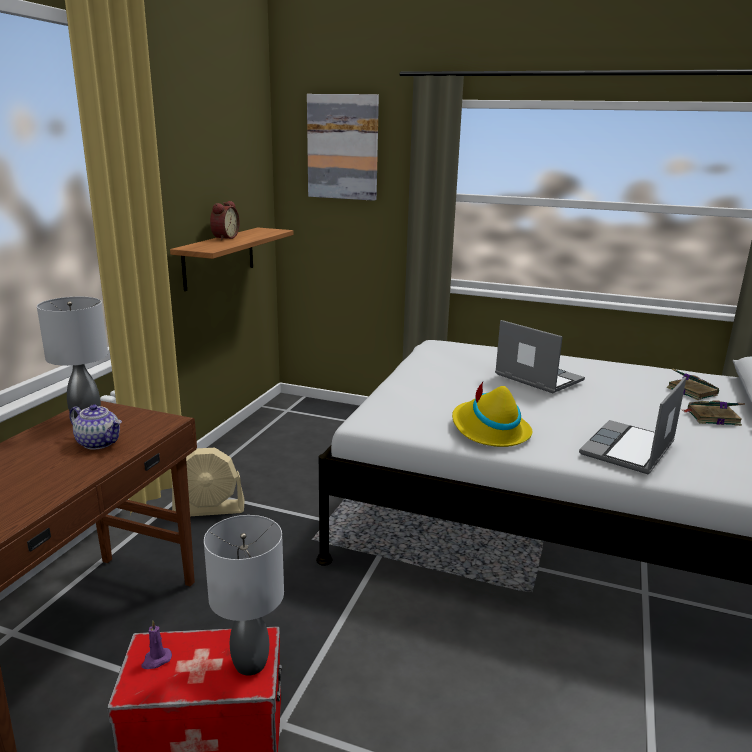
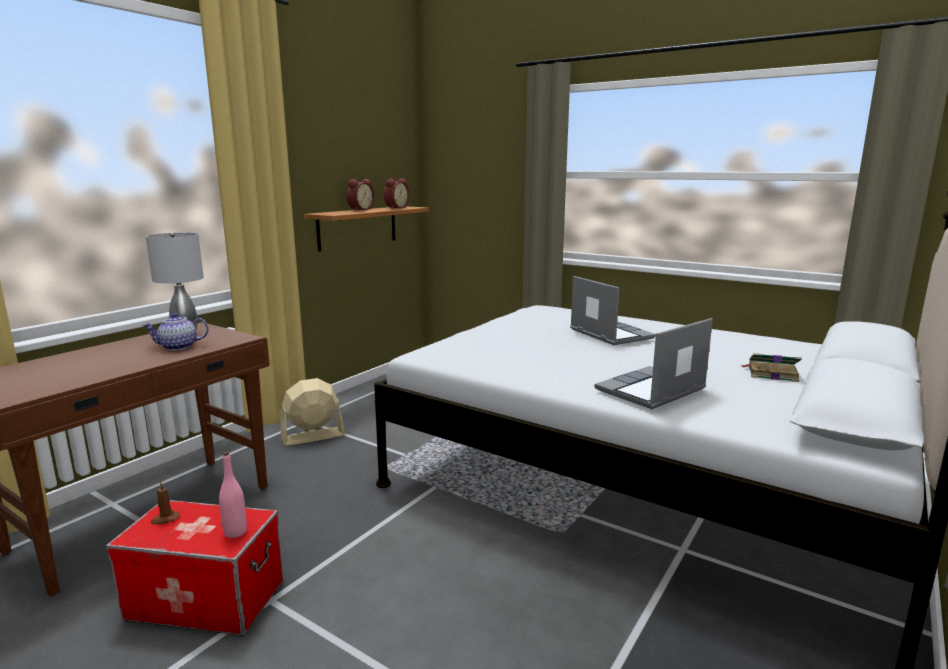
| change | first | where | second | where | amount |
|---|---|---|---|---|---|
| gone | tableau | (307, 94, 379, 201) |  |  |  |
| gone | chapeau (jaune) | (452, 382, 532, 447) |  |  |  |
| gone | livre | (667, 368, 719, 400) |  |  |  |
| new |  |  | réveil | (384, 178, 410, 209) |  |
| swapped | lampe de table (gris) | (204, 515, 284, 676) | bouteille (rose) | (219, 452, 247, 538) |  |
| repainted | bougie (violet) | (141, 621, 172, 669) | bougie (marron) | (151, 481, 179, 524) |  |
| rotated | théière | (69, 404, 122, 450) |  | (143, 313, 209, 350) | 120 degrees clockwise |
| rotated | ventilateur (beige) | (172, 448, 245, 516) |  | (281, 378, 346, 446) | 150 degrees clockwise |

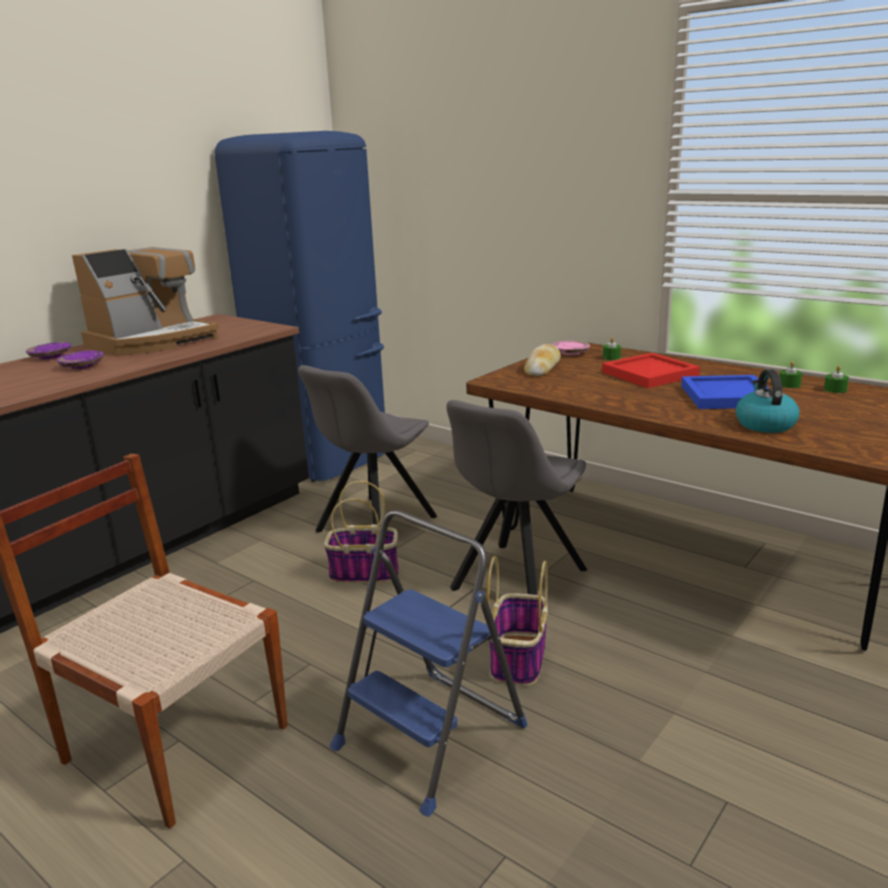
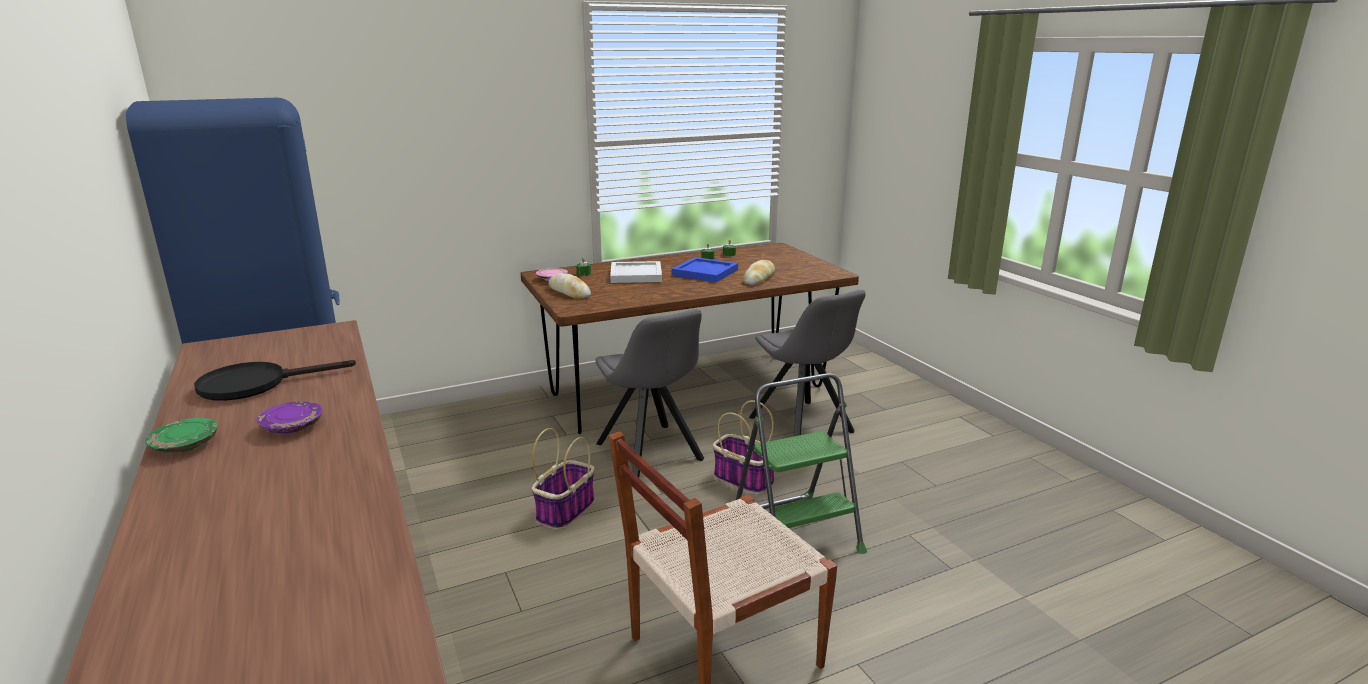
| change | first | where | second | where | amount |
|---|---|---|---|---|---|
| shifted | chaise (gris) | (298, 365, 437, 532) |  | (749, 290, 866, 436) |  |
| swapped | machine à café | (72, 247, 219, 356) | poêle (noir) | (194, 360, 356, 401) |  |
| swapped | bouilloire | (736, 369, 800, 433) | pain | (743, 260, 775, 285) |  |
| repainted | assiette (violet) | (26, 342, 71, 360) | assiette (vert) | (145, 418, 218, 453) |  |
| repainted | escabeau (bleu) | (330, 510, 527, 817) | escabeau (vert) | (736, 373, 867, 554) |  |
| repainted | plateau (rouge) | (602, 353, 700, 388) | plateau (blanc) | (610, 261, 662, 283) |  |

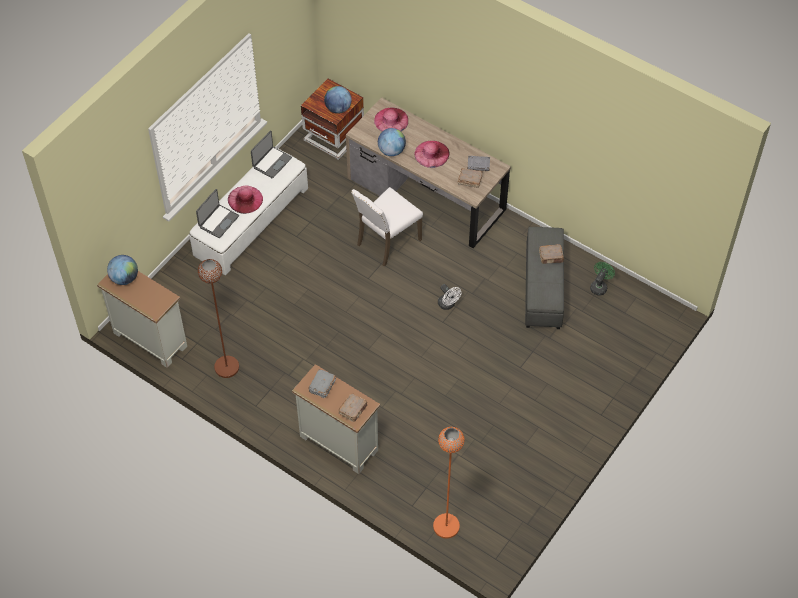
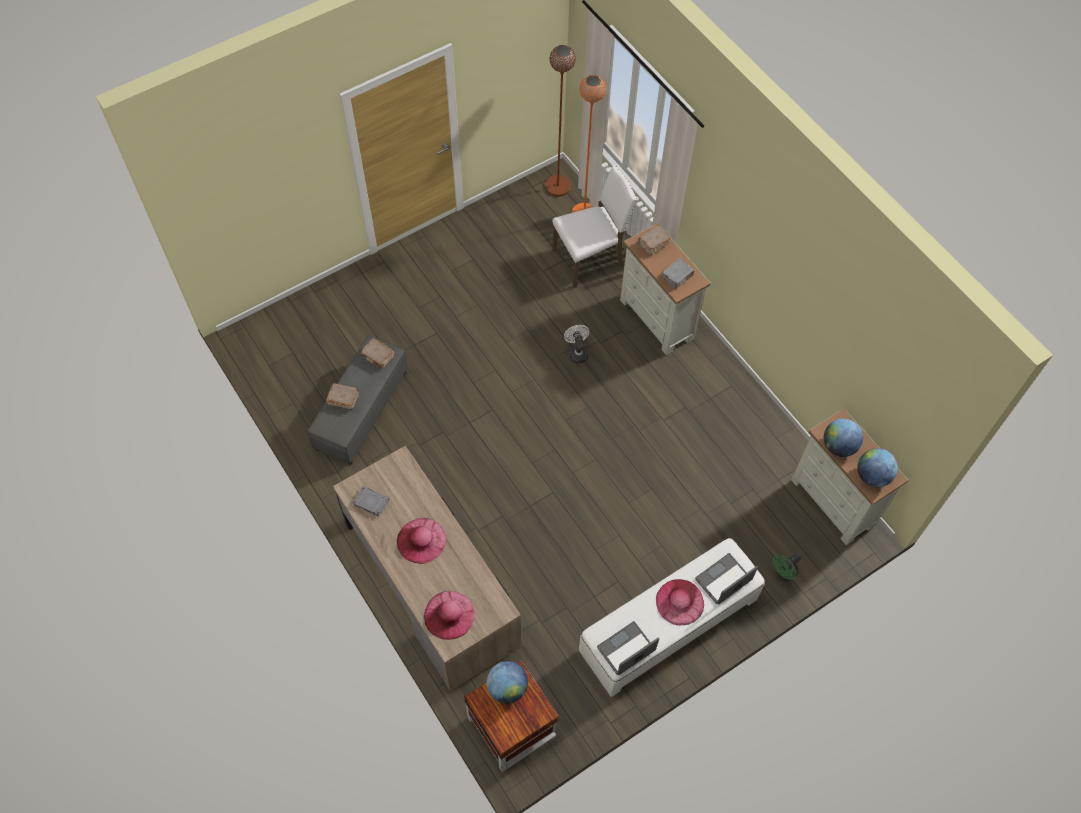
| change | first | where | second | where | amount |
|---|---|---|---|---|---|
| shifted | lampadaire (marron) | (198, 259, 239, 378) |  | (545, 45, 576, 197) |  |
| shifted | chaise (blanc) | (351, 187, 423, 267) |  | (552, 165, 638, 288) |  |
| shifted | globe | (378, 128, 406, 156) |  | (824, 419, 863, 457) |  |
| shifted | ventilateur (blanc) | (438, 284, 462, 310) |  | (564, 325, 589, 364) |  |
| shifted | livre (marron) | (458, 168, 483, 188) |  | (360, 338, 394, 369) |  |
| shifted | ventilateur (vert) | (590, 262, 615, 296) |  | (773, 552, 801, 581) |  |

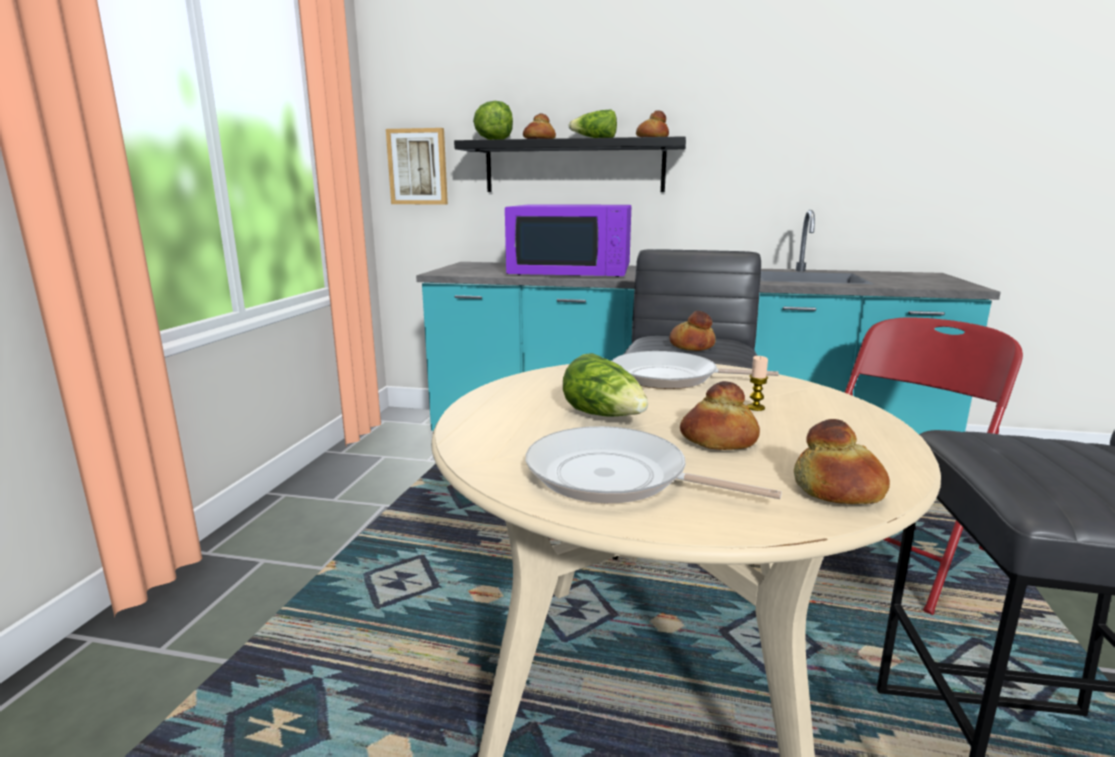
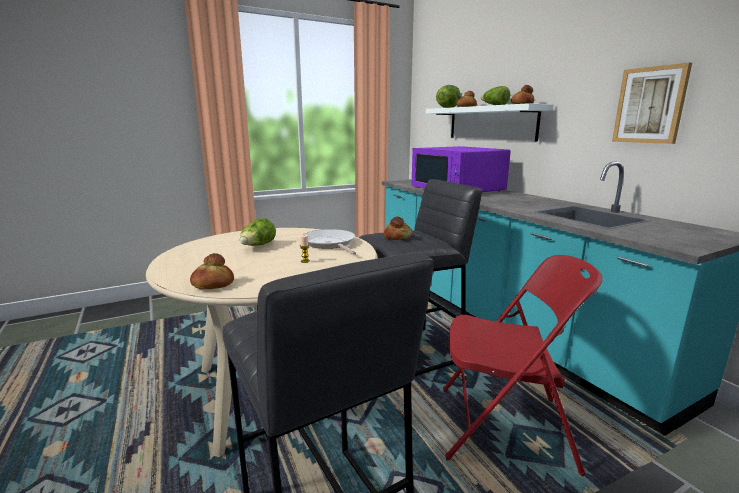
| change | first | where | second | where | amount |
|---|---|---|---|---|---|
| gone | poêle | (526, 426, 782, 503) |  |  |  |
| gone | pain | (680, 381, 760, 450) |  |  |  |
| shifted | tableau | (386, 128, 448, 205) |  | (612, 63, 692, 144) |  |
| repainted | étagère (noir) | (454, 136, 686, 192) | étagère (blanc) | (426, 103, 553, 142) |  |

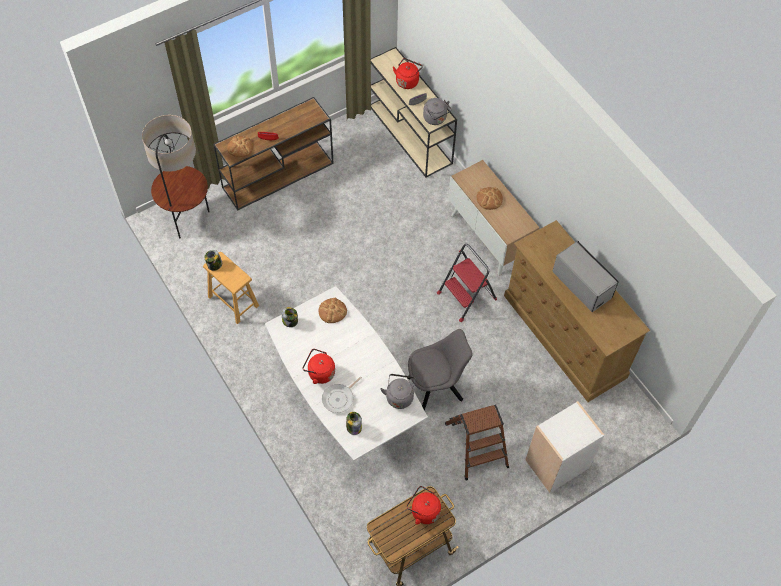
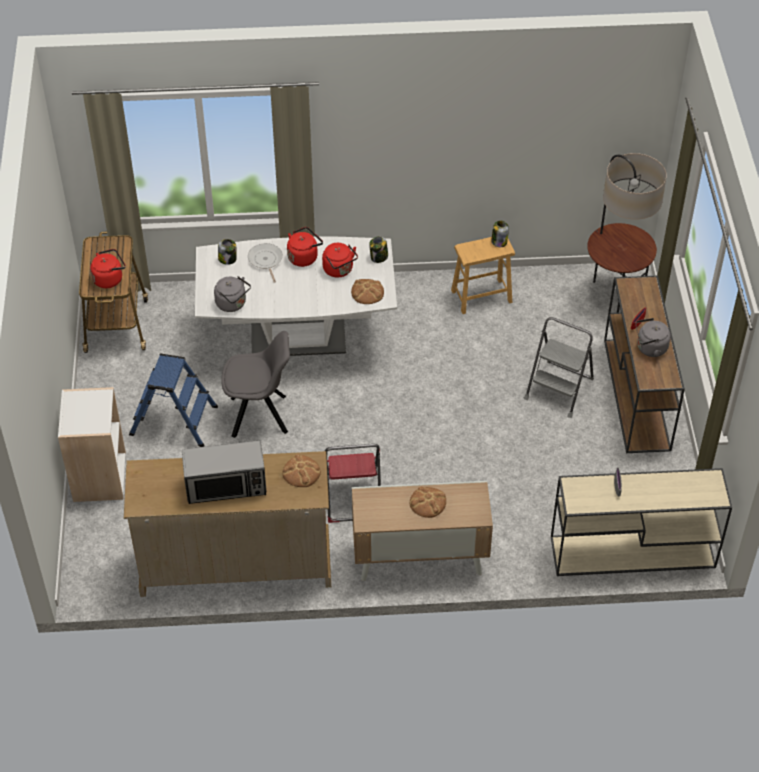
| change | first | where | second | where | amount |
|---|---|---|---|---|---|
| new |  |  | escabeau (gris) | (524, 317, 594, 418) |  |
| shifted | pain | (227, 136, 253, 157) |  | (282, 454, 321, 487) |  |
| shifted | bouilloire (rouge) | (393, 58, 423, 89) |  | (322, 243, 358, 278) |  |
| shifted | bouilloire (gris) | (423, 98, 452, 125) |  | (635, 318, 671, 357) |  |
| repainted | escabeau (marron) | (445, 404, 509, 481) | escabeau (bleu) | (129, 353, 218, 447) |  |
| rotated | chaise (gris) | (407, 329, 472, 411) |  | (221, 331, 290, 438) | 105 degrees counterclockwise |

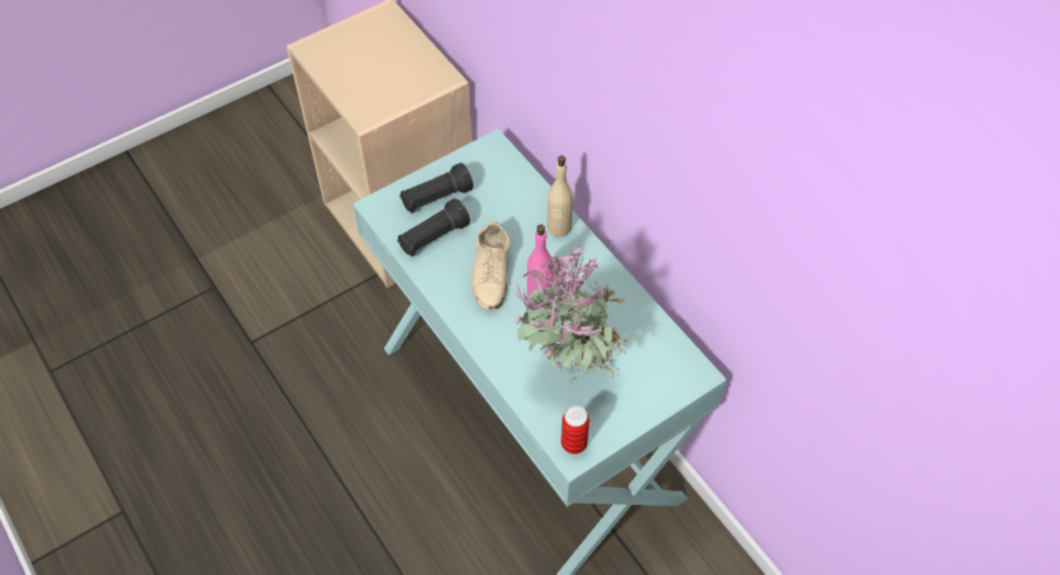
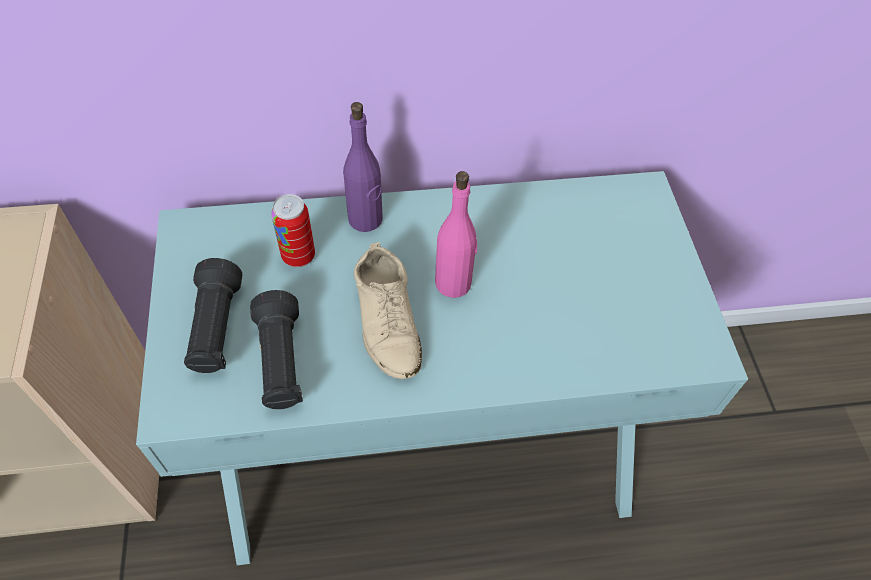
| change | first | where | second | where | amount |
|---|---|---|---|---|---|
| gone | plante en pot | (513, 246, 628, 382) |  |  |  |
| shifted | boîte métallique | (561, 406, 589, 454) |  | (271, 194, 315, 267) |  |
| repainted | bouteille (beige) | (547, 155, 573, 237) | bouteille (violet) | (343, 102, 383, 232) |  |
| rotated | chaussure (beige) | (471, 221, 510, 310) |  | (354, 242, 422, 379) | 45 degrees clockwise |

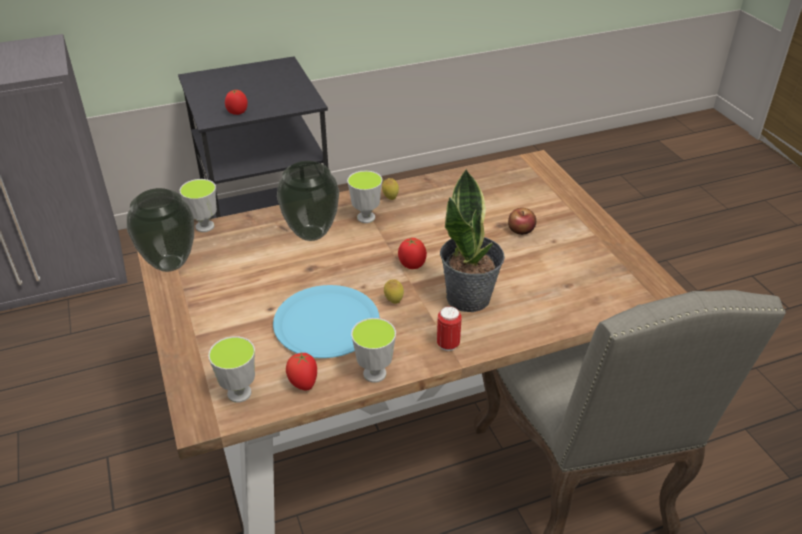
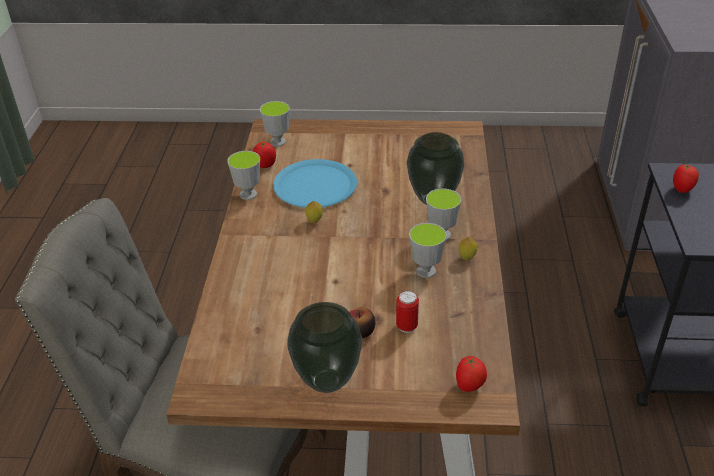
| change | first | where | second | where | amount |
|---|---|---|---|---|---|
| gone | plante en pot | (440, 168, 505, 312) |  |  |  |
| shifted | vase | (127, 188, 194, 272) |  | (287, 302, 362, 393) |  |
| shifted | tasse | (179, 179, 217, 232) |  | (409, 223, 446, 278) |  |
| shifted | tomate | (398, 238, 427, 269) |  | (456, 356, 487, 392) |  |
| shifted | boîte métallique | (437, 306, 462, 351) |  | (396, 291, 419, 333) |  |

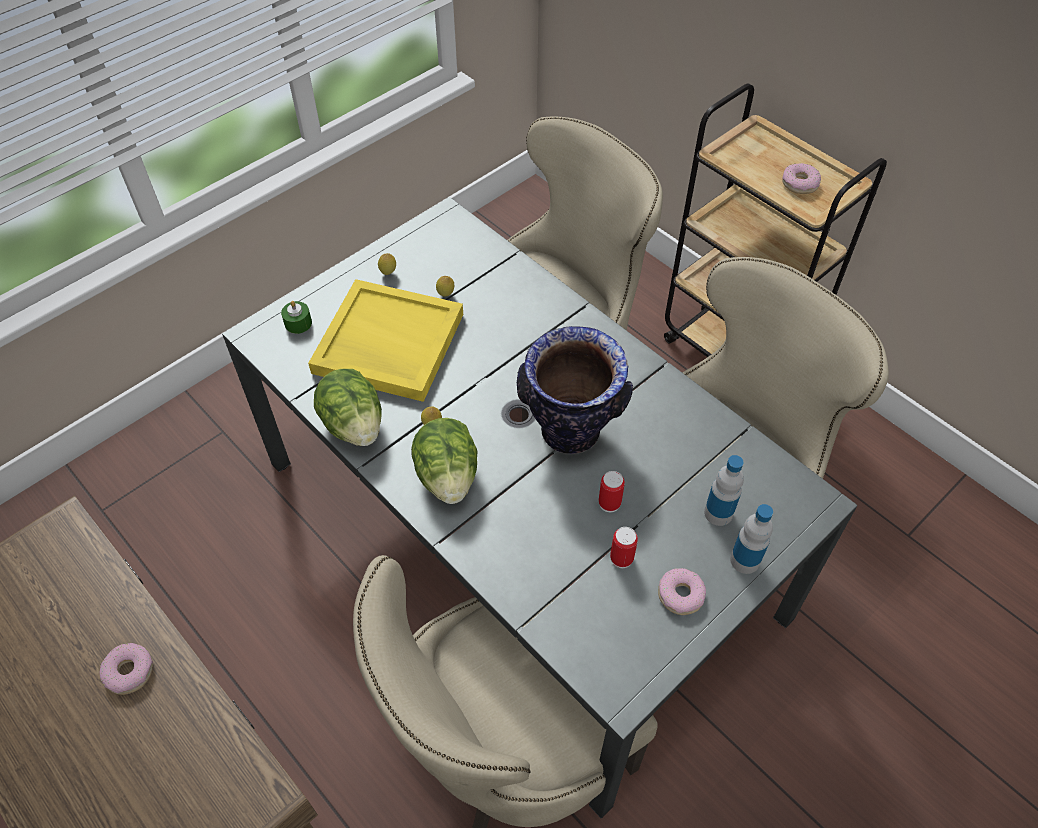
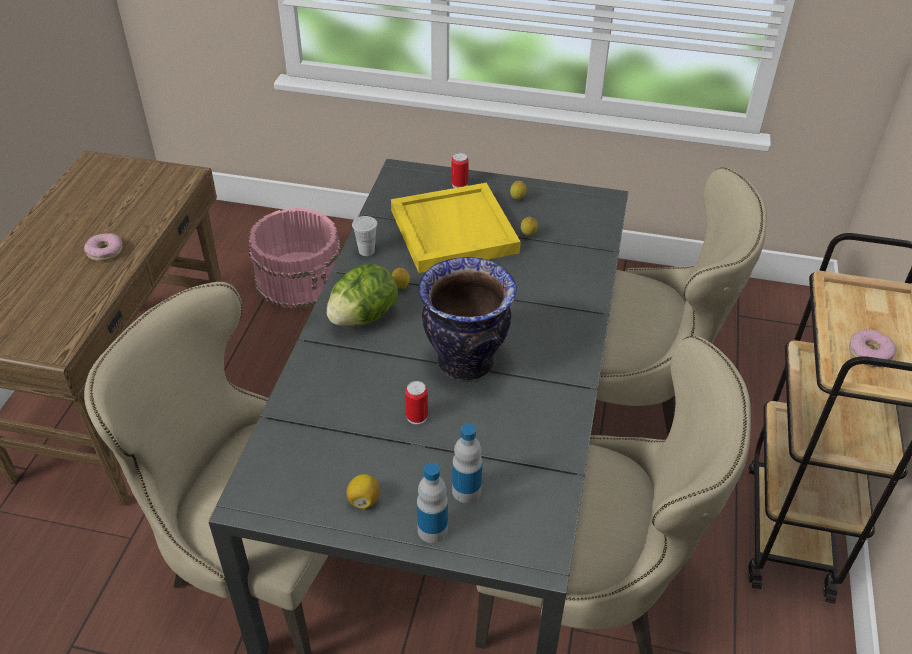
| change | first | where | second | where | amount |
|---|---|---|---|---|---|
| gone | bougie (vert) | (281, 301, 312, 334) |  |  |  |
| new |  |  | seau (rose) | (249, 208, 341, 309) |  |
| shifted | boîte métallique | (610, 527, 638, 568) |  | (451, 153, 469, 188) |  |
| swapped | laitue | (314, 369, 382, 446) | tasse (blanc) | (352, 216, 378, 256) |  |
| swapped | beignet | (658, 568, 706, 615) | citron | (346, 474, 380, 509) |  |

